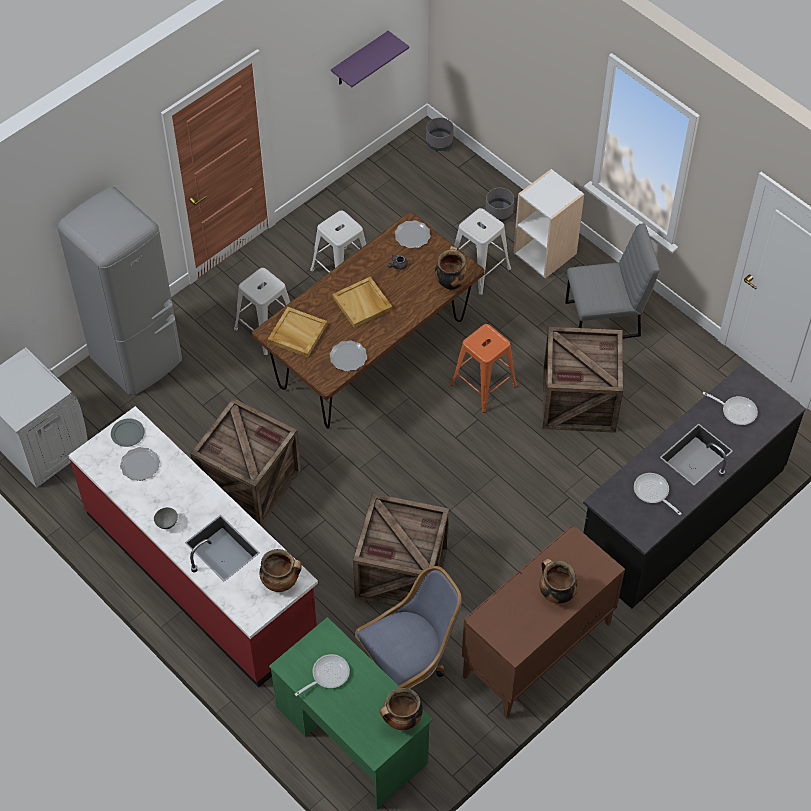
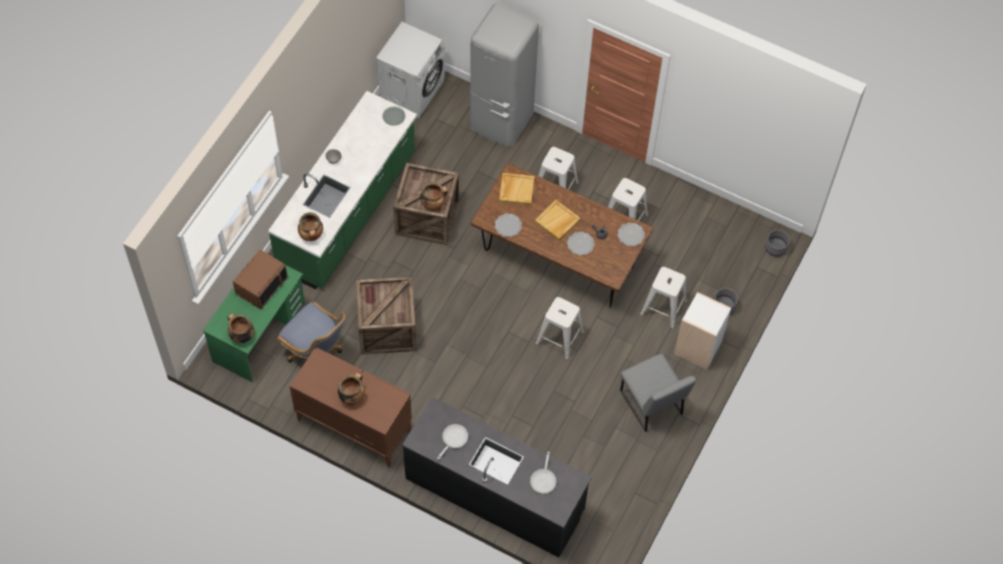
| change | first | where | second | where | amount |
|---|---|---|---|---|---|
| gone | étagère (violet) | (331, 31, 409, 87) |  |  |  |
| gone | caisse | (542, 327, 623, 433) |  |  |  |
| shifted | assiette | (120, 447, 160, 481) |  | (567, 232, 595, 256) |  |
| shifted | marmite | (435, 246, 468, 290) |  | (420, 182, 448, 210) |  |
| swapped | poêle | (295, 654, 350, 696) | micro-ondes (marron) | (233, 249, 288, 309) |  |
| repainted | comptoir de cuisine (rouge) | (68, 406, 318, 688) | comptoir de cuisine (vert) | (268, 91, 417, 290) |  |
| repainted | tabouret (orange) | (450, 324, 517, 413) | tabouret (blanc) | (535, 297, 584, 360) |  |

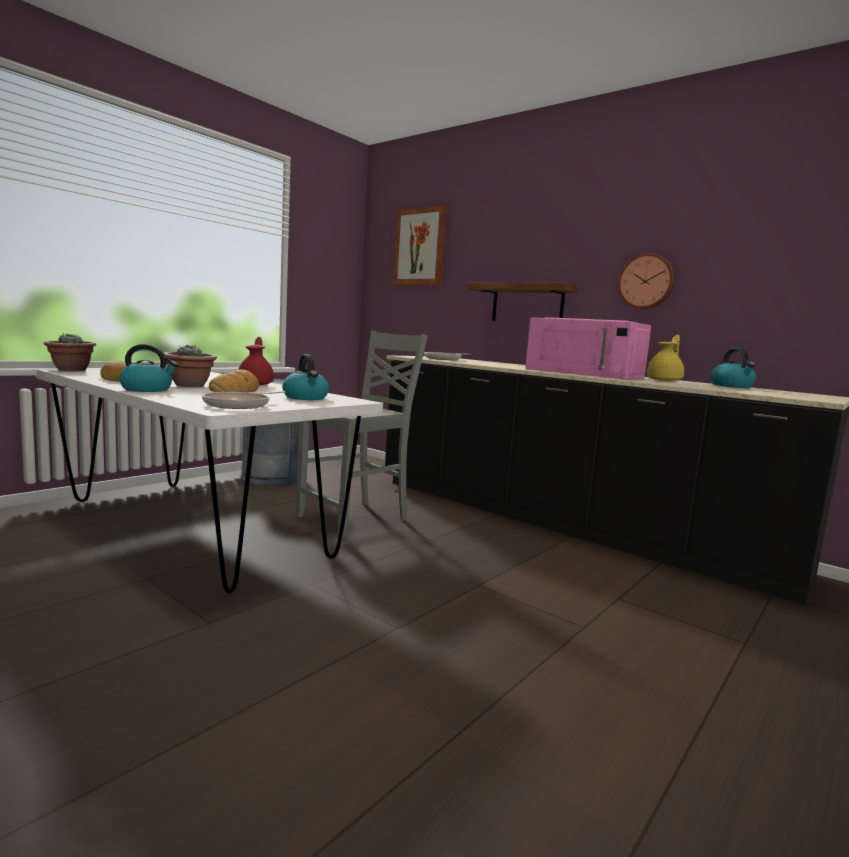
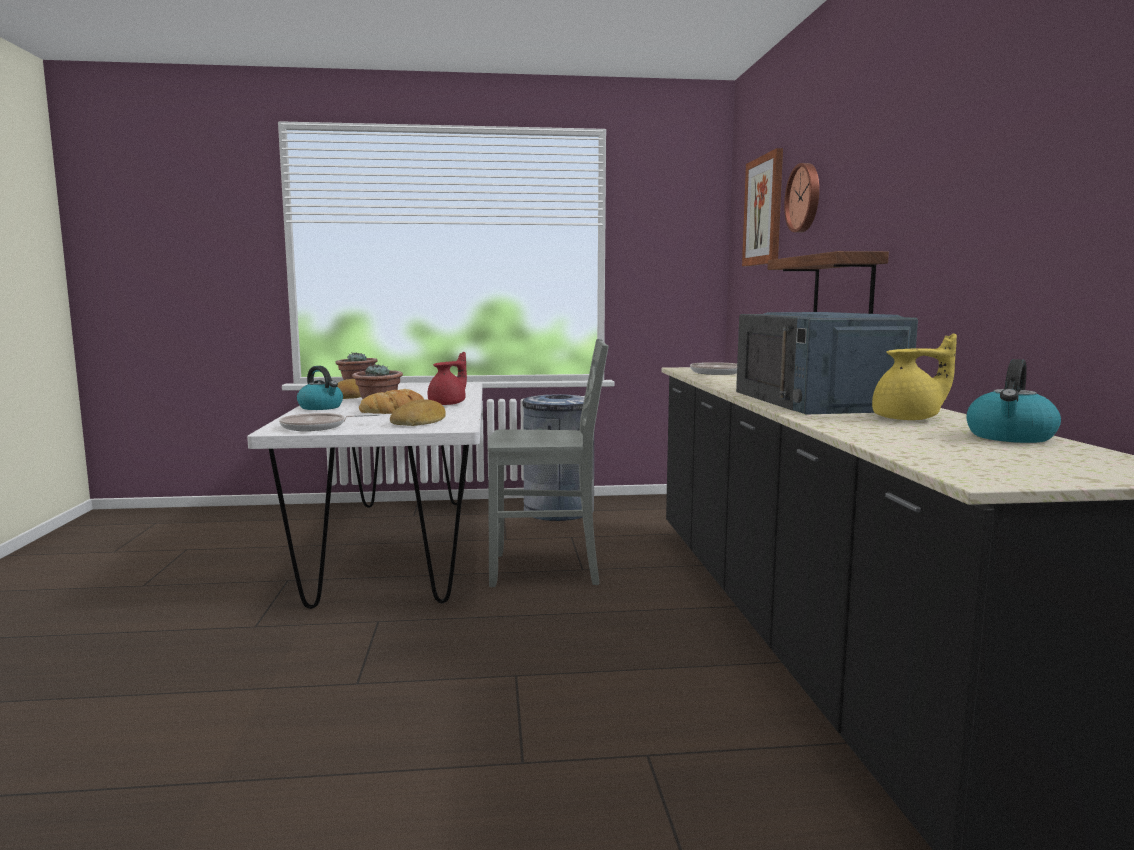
| change | first | where | second | where | amount |
|---|---|---|---|---|---|
| shifted | horloge murale | (618, 253, 675, 309) |  | (784, 163, 819, 232) |  |
| swapped | bouilloire | (282, 354, 329, 400) | pain | (390, 399, 446, 426) |  |
| repainted | micro-ondes (rose) | (525, 317, 651, 379) | micro-ondes (bleu) | (736, 312, 918, 414) |  |

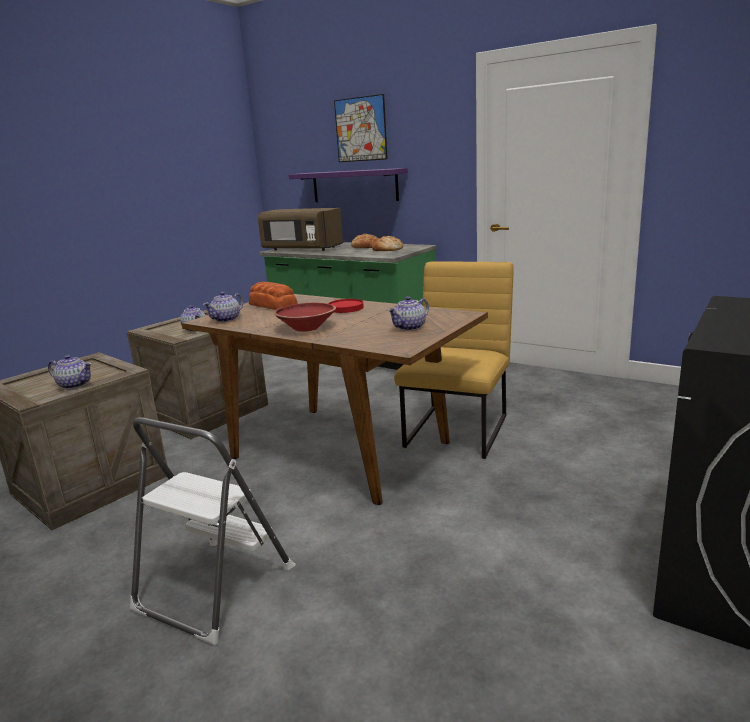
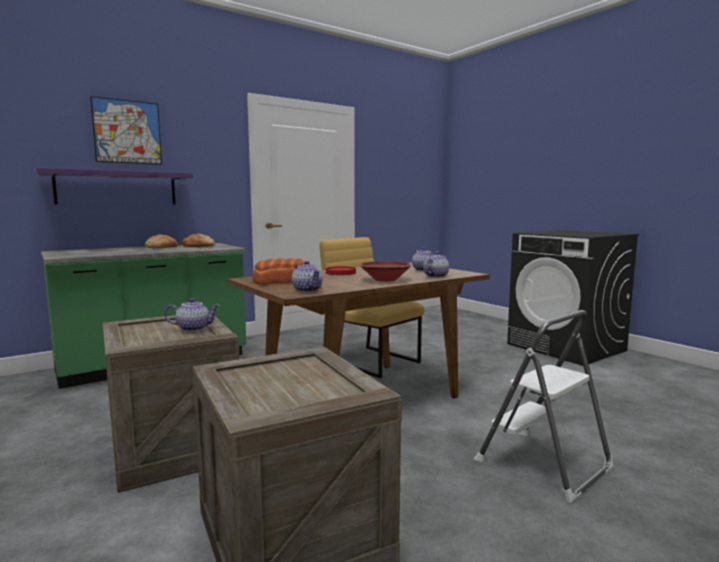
| change | first | where | second | where | amount |
|---|---|---|---|---|---|
| gone | micro-ondes (marron) | (258, 208, 343, 251) |  |  |  |
| shifted | théière | (48, 355, 92, 389) |  | (423, 252, 449, 278) |  |

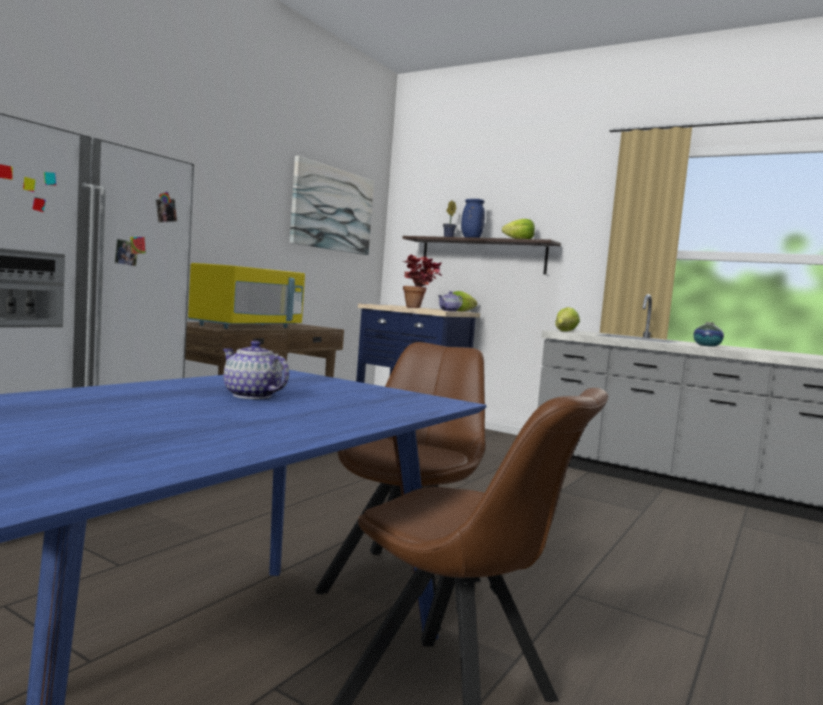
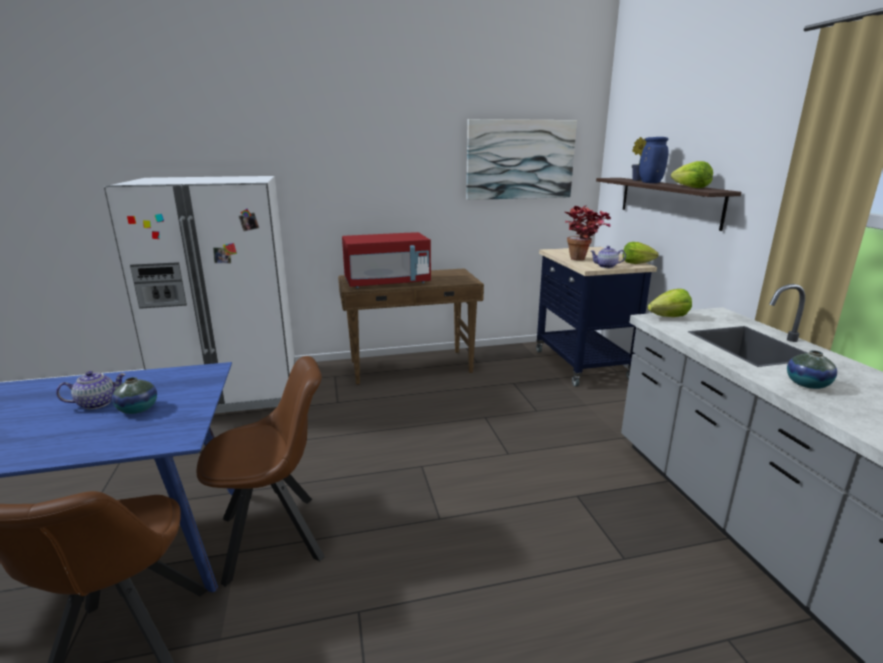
| change | first | where | second | where | amount |
|---|---|---|---|---|---|
| new |  |  | vase | (112, 377, 157, 414) |  |
| repainted | micro-ondes (jaune) | (188, 263, 305, 329) | micro-ondes (rouge) | (342, 232, 431, 288) |  |
| rotated | théière | (223, 340, 289, 399) |  | (56, 371, 126, 409) | 75 degrees clockwise |

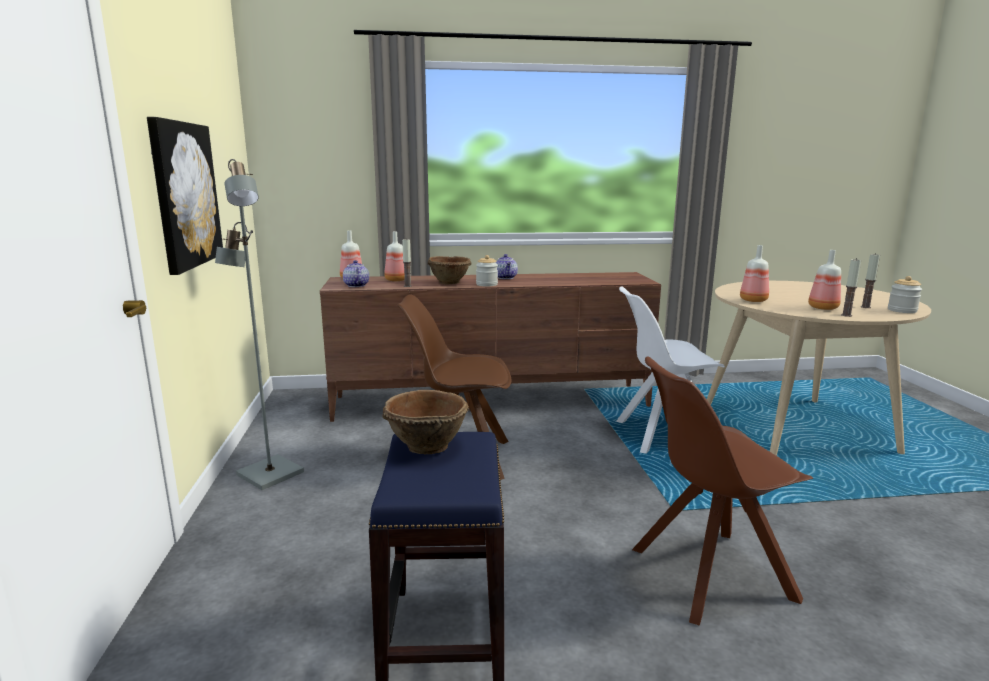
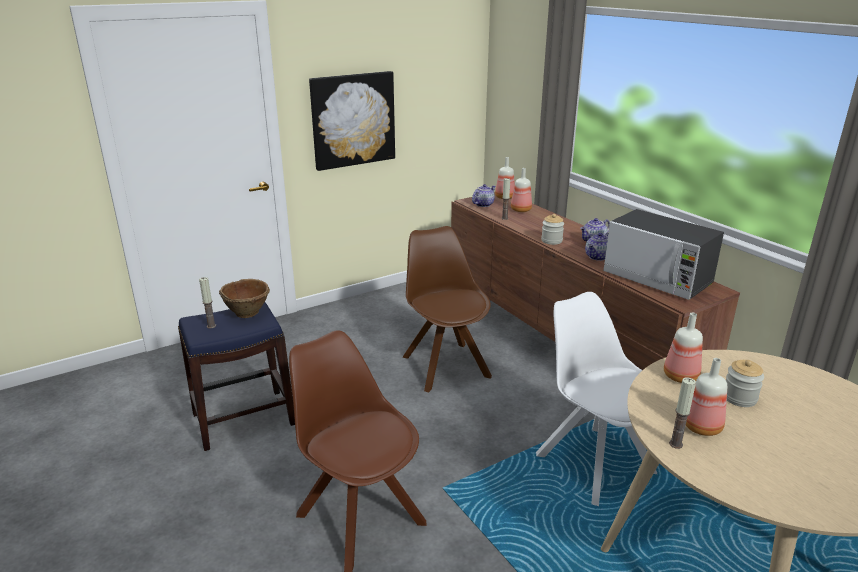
| change | first | where | second | where | amount |
|---|---|---|---|---|---|
| gone | lampadaire (gris) | (215, 159, 304, 490) |  |  |  |
| gone | bol (marron) | (427, 256, 472, 284) |  |  |  |
| new |  |  | théière | (585, 233, 608, 261) |  |
| new |  |  | micro-ondes | (603, 209, 724, 300) |  |
| shifted | bougie | (861, 253, 880, 308) |  | (199, 277, 216, 329) |  |
| shifted | bocal | (888, 276, 922, 313) |  | (726, 360, 764, 407) |  |

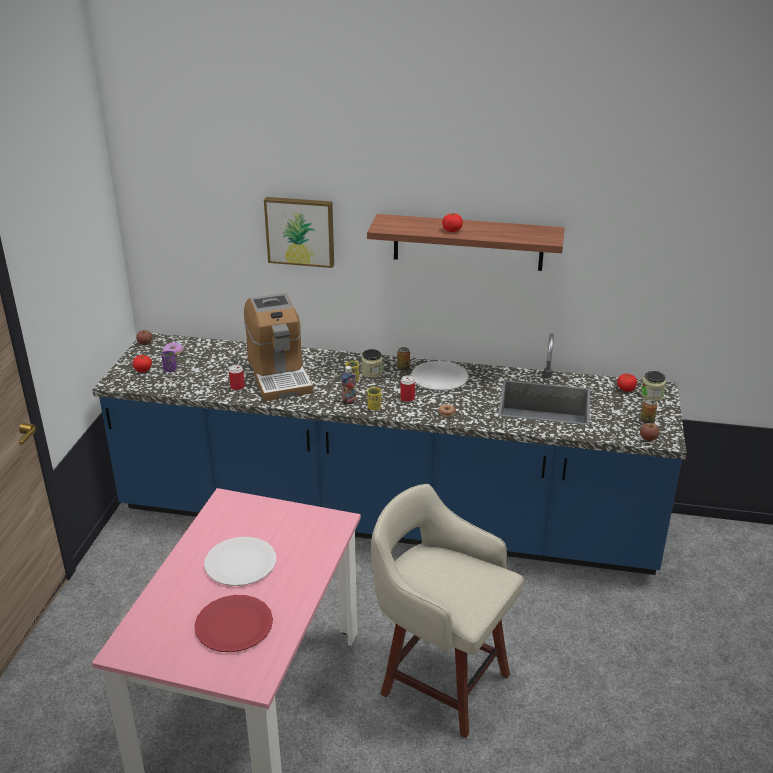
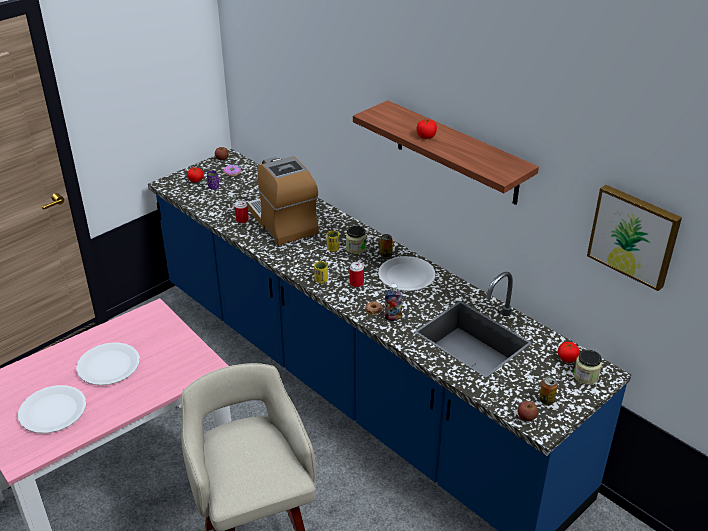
| change | first | where | second | where | amount |
|---|---|---|---|---|---|
| shifted | tableau | (264, 197, 334, 268) |  | (587, 185, 682, 291) |  |
| shifted | bouteille | (341, 366, 356, 405) |  | (384, 284, 403, 321) |  |
| repainted | assiette (rouge) | (194, 595, 273, 652) | assiette (blanc) | (18, 385, 86, 433) |  |
| rotated | machine à café | (244, 293, 313, 401) |  | (247, 156, 319, 246) | 135 degrees clockwise |

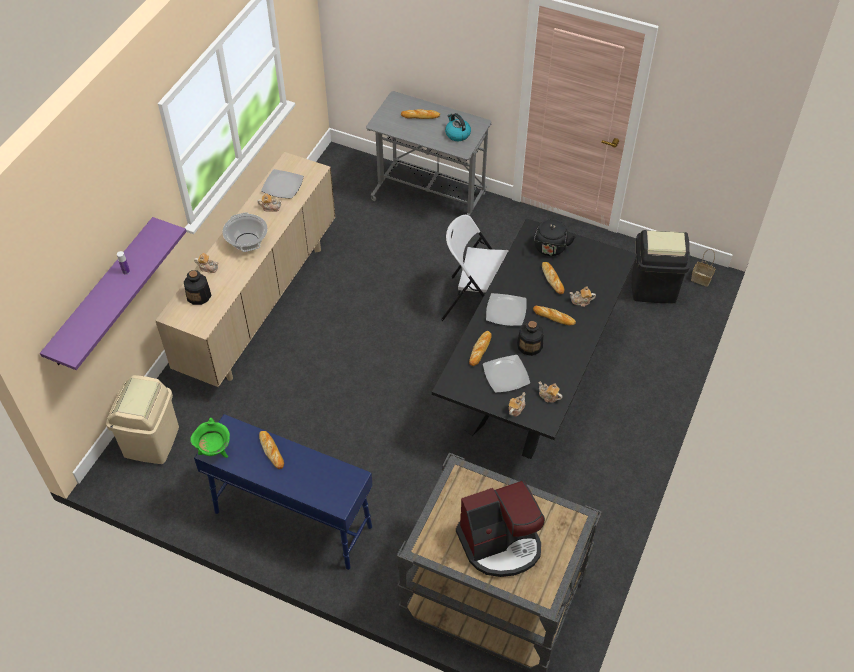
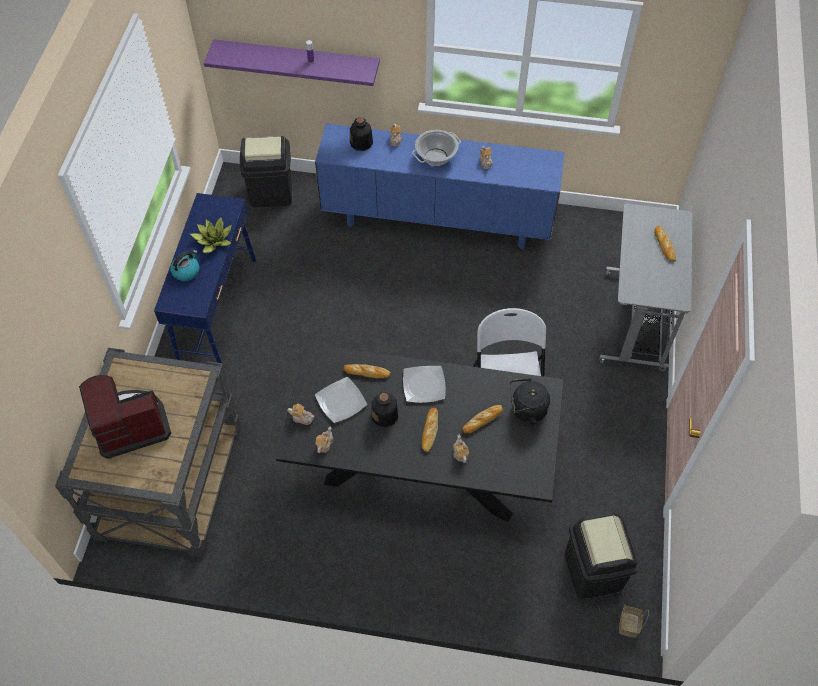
| change | first | where | second | where | amount |
|---|---|---|---|---|---|
| gone | marmite (vert) | (190, 418, 230, 458) |  |  |  |
| gone | assiette | (261, 169, 304, 199) |  |  |  |
| shifted | bouilloire | (445, 113, 471, 141) |  | (170, 250, 200, 281) |  |
| swapped | pain | (259, 431, 284, 469) | plante en pot | (190, 217, 232, 253) |  |
| repainted | poubelle (beige) | (106, 375, 179, 464) | poubelle (noir) | (240, 136, 292, 207) |  |
| repainted | meuble de rangement (beige) | (155, 152, 335, 387) | meuble de rangement (bleu) | (315, 123, 564, 249) |  |
| rotated | machine à café | (456, 480, 545, 577) |  | (79, 375, 171, 459) | 105 degrees clockwise |

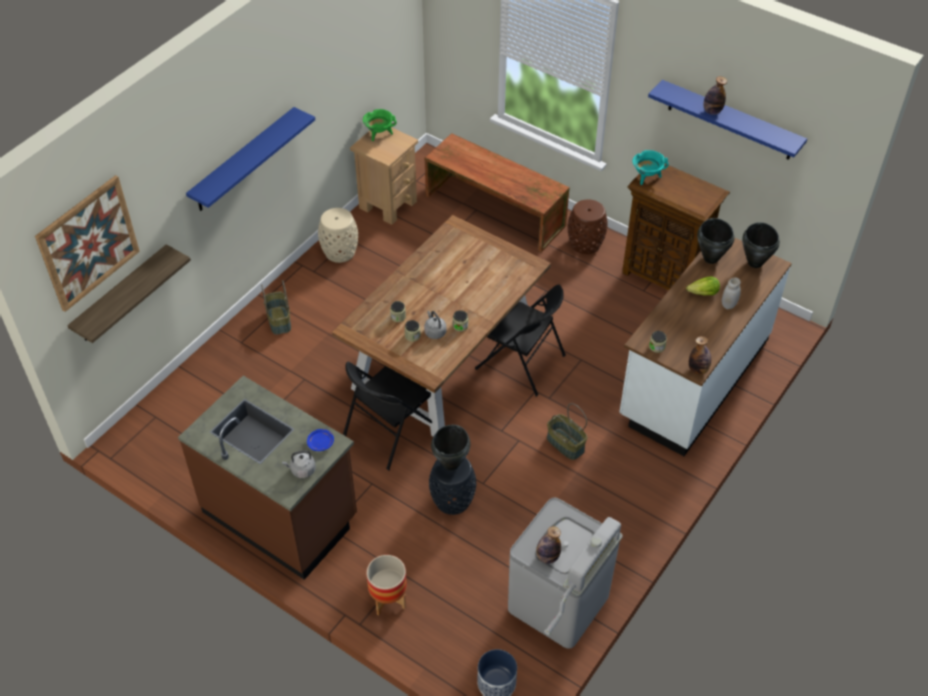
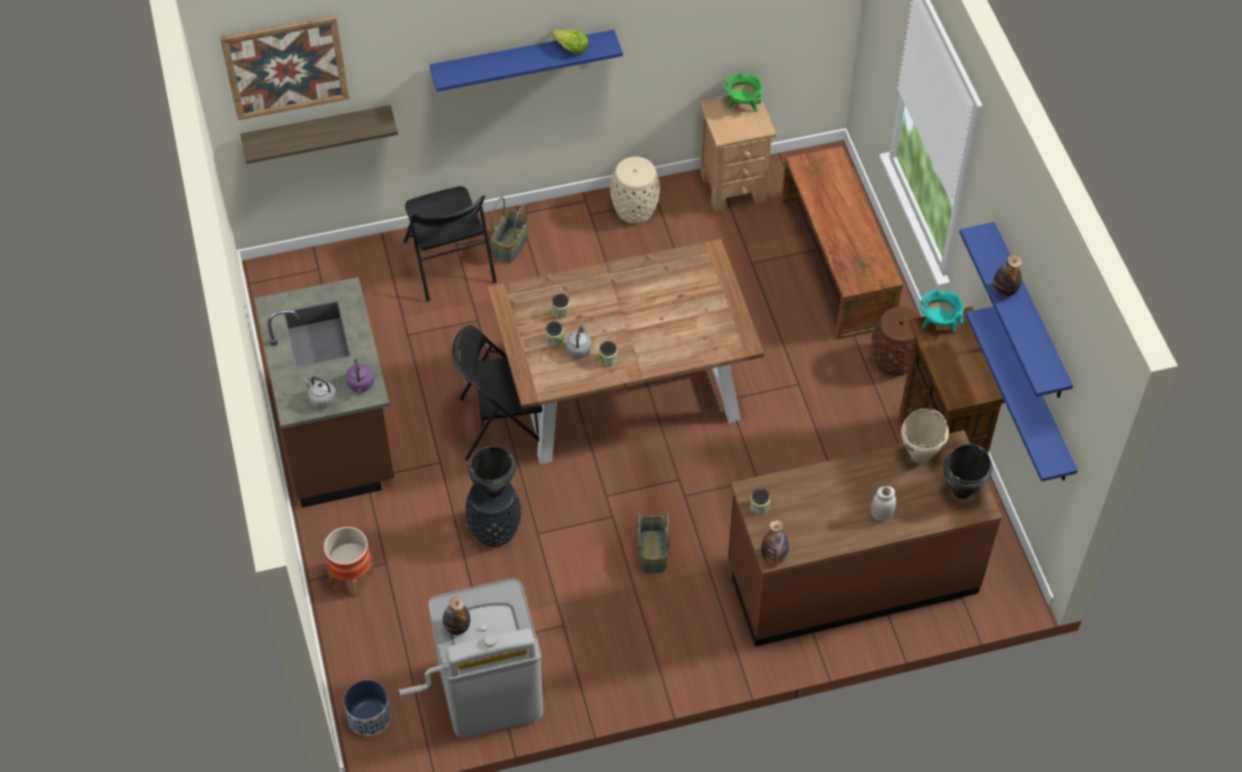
| change | first | where | second | where | amount |
|---|---|---|---|---|---|
| new |  |  | étagère (bleu) | (966, 306, 1078, 482) |  |
| shifted | chaise (noir) | (475, 284, 566, 397) |  | (403, 186, 497, 302) |  |
| shifted | laitue | (686, 276, 720, 295) |  | (552, 29, 589, 54) |  |
| swapped | assiette (bleu) | (307, 429, 334, 451) | bouilloire (violet) | (346, 358, 374, 393) |  |
| repainted | comptoir de cuisine (blanc) | (619, 237, 792, 456) | comptoir de cuisine (marron) | (728, 430, 1002, 647) |  |
| repainted | marmite (noir) | (697, 218, 734, 264) | marmite (beige) | (901, 408, 949, 463) |  |

